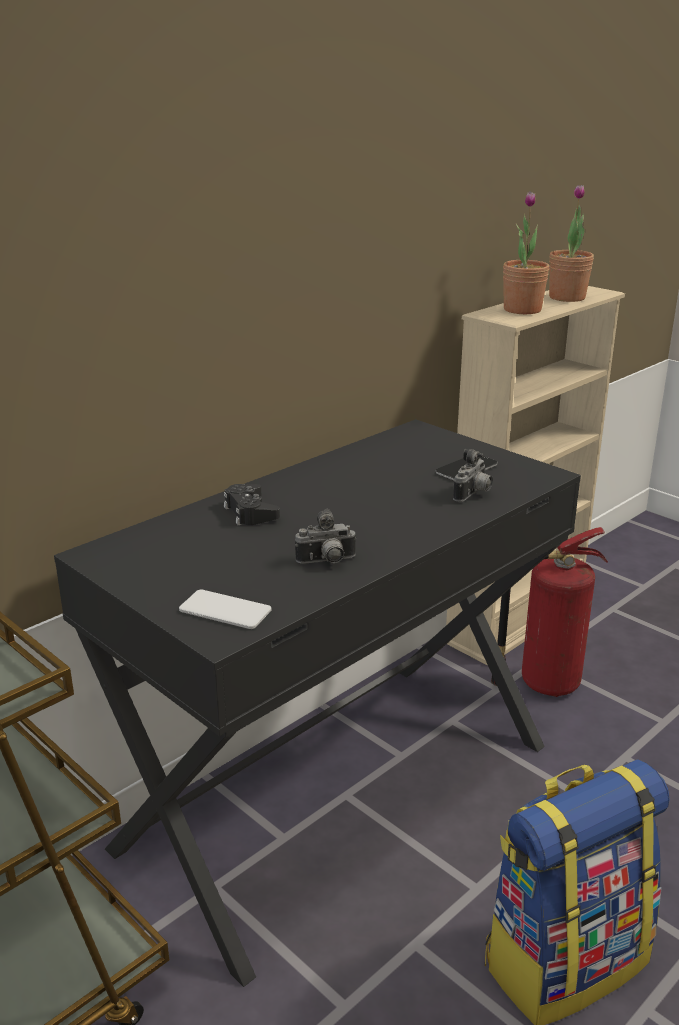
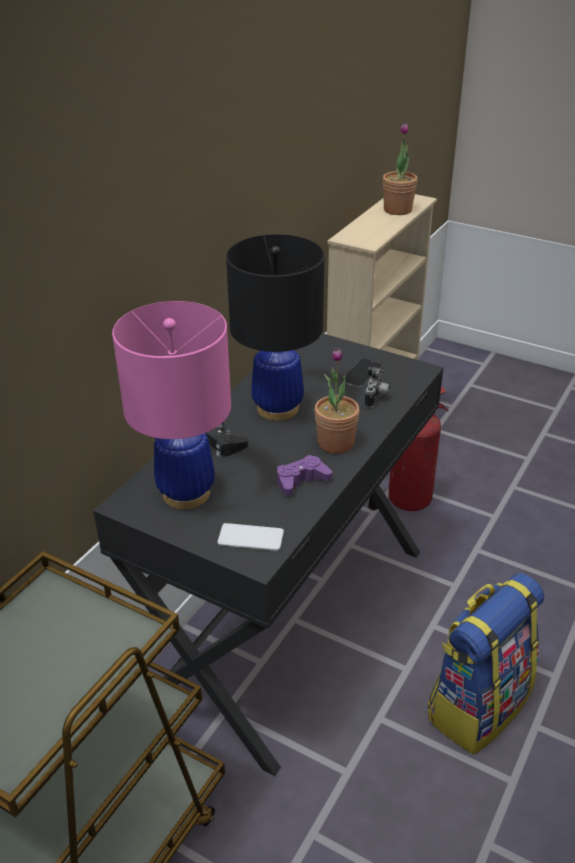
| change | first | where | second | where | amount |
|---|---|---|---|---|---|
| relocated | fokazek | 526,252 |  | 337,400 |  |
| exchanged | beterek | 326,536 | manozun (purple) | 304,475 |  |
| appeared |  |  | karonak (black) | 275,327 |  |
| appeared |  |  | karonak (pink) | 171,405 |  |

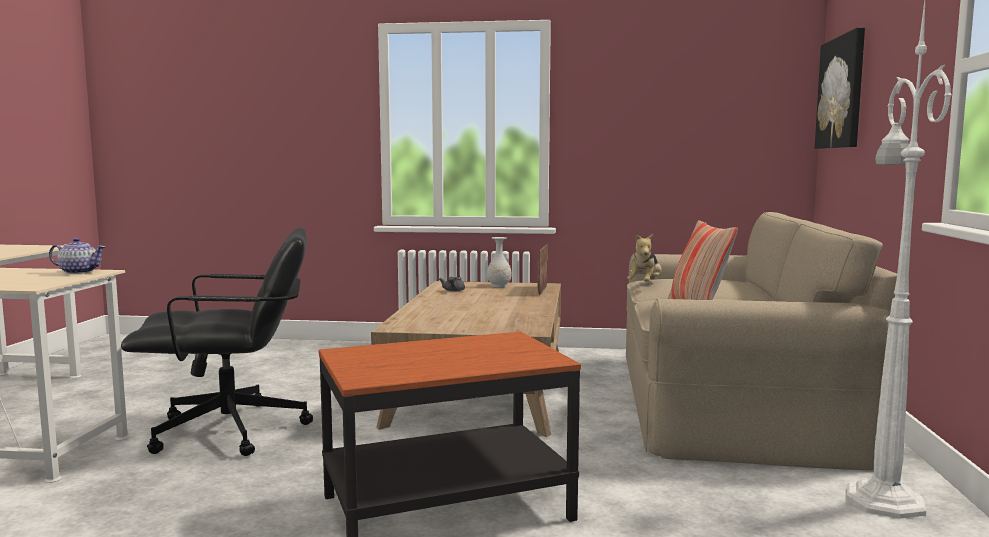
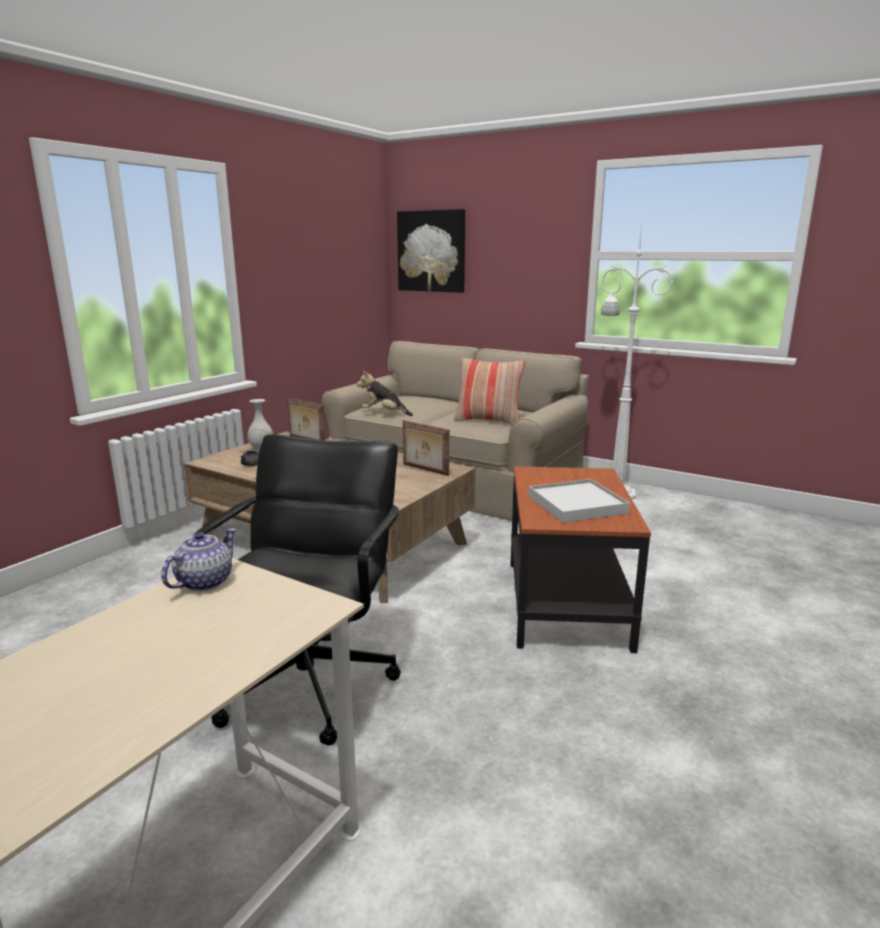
| change | first | where | second | where | amount |
|---|---|---|---|---|---|
| spun | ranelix | 644,258 |  | 385,393 | 150 degrees clockwise |
| appeared |  |  | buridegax | 426,448 |  |
| appeared |  |  | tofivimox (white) | 579,501 |  |

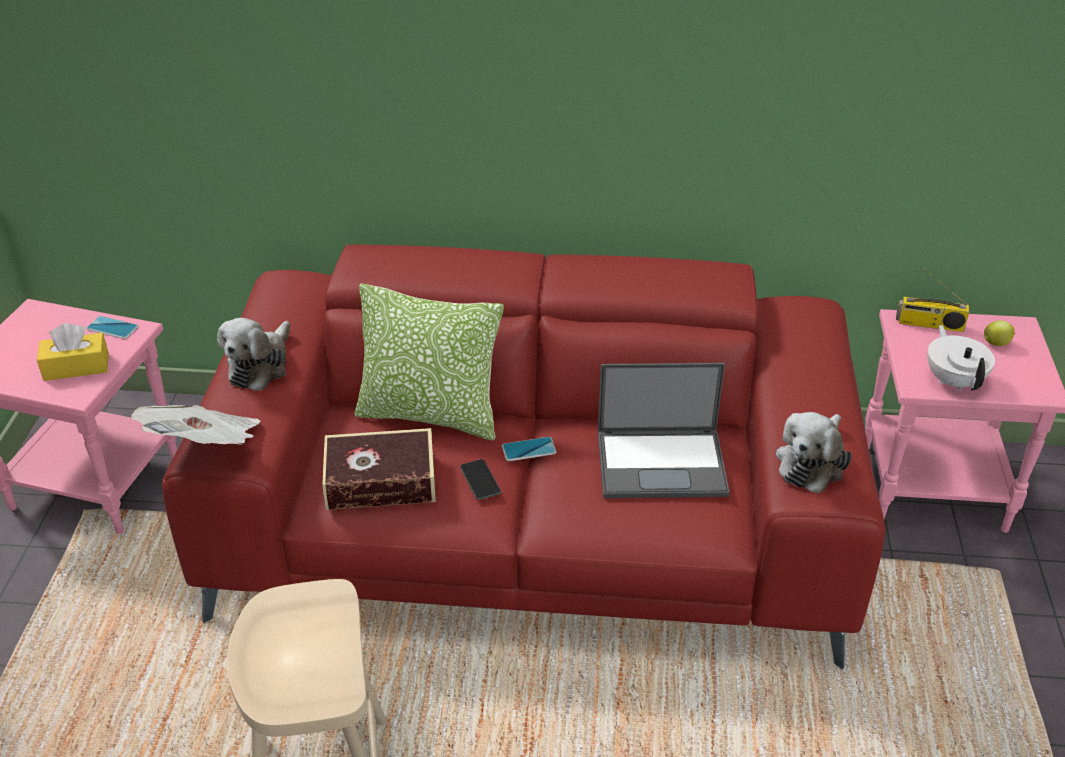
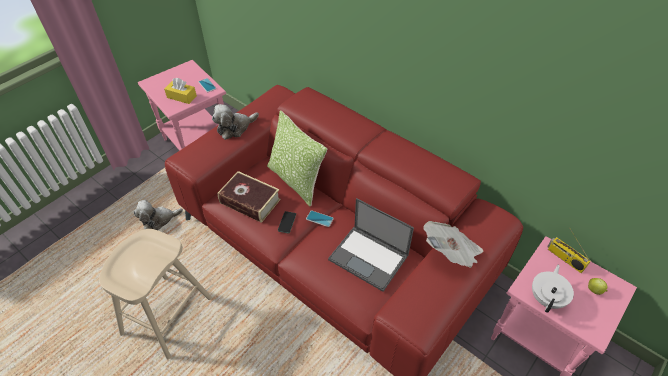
| change | first | where | second | where | amount |
|---|---|---|---|---|---|
| relocated | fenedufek | 196,424 |  | 453,244 |  |
| relocated | ranelix | 814,452 |  | 158,215 |  |

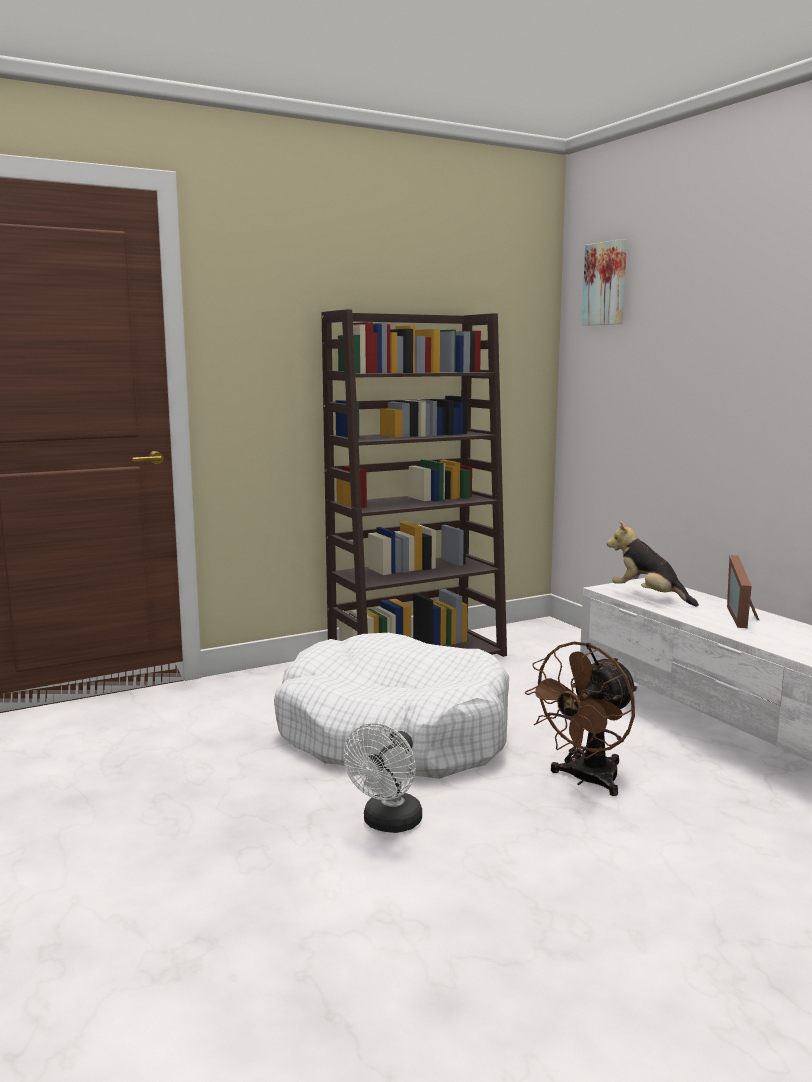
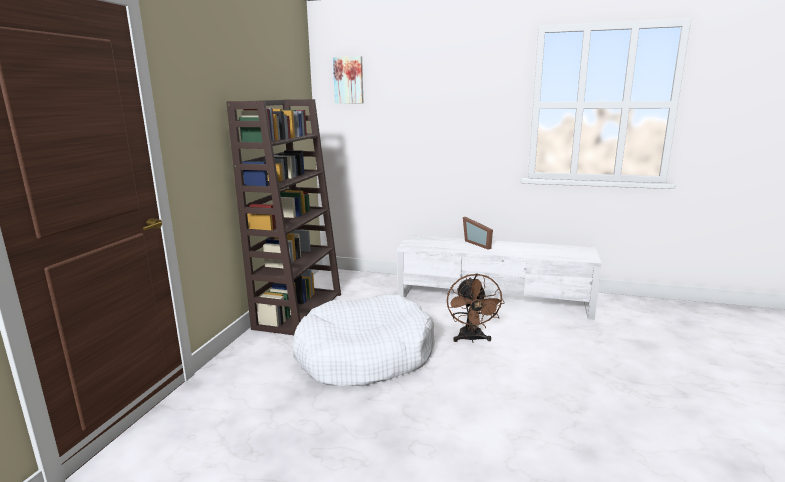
| change | first | where | second | where | amount |
|---|---|---|---|---|---|
| missing | ranelix | 653,564 |  |  |  |
| missing | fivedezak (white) | 382,778 |  |  |  |

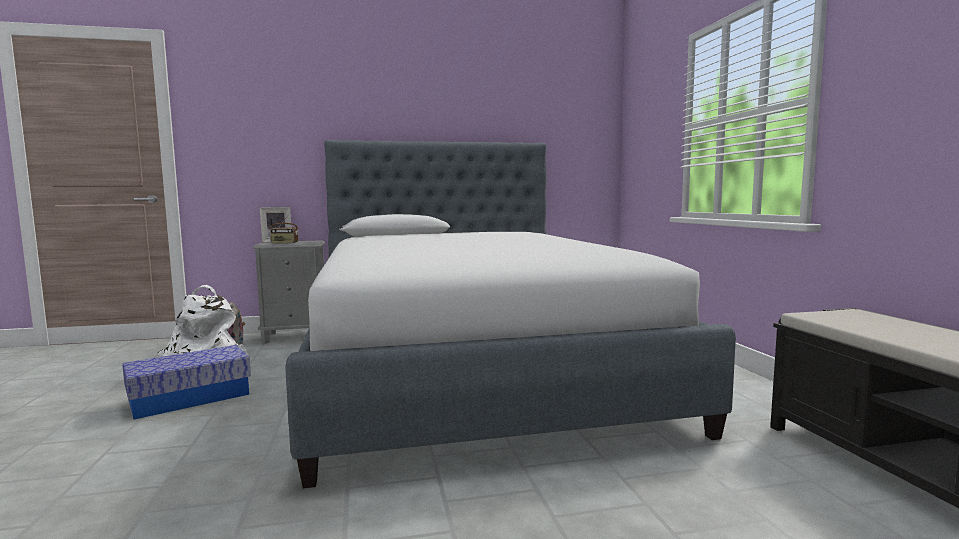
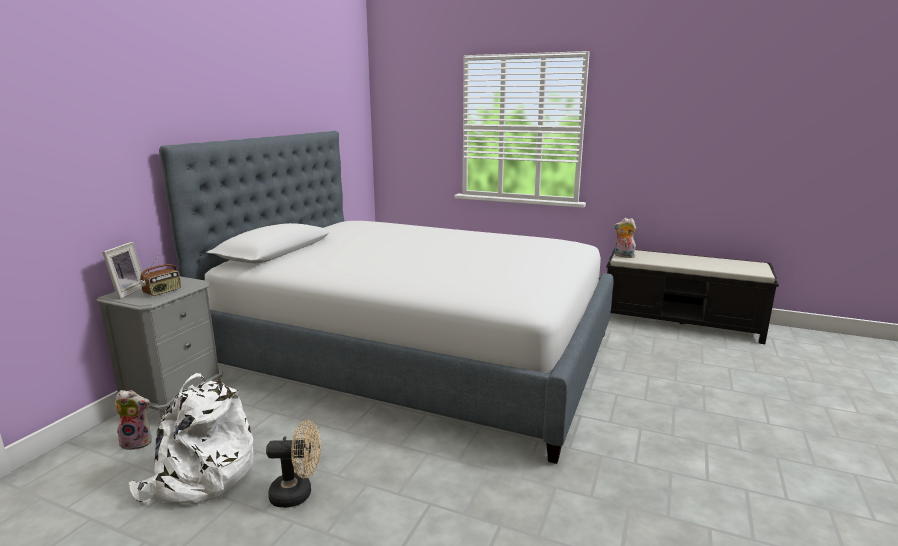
| change | first | where | second | where | amount |
|---|---|---|---|---|---|
| exchanged | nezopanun | 186,382 | fivedezak (beige) | 293,464 |  |
| appeared |  |  | ranelix | 625,238 |  |

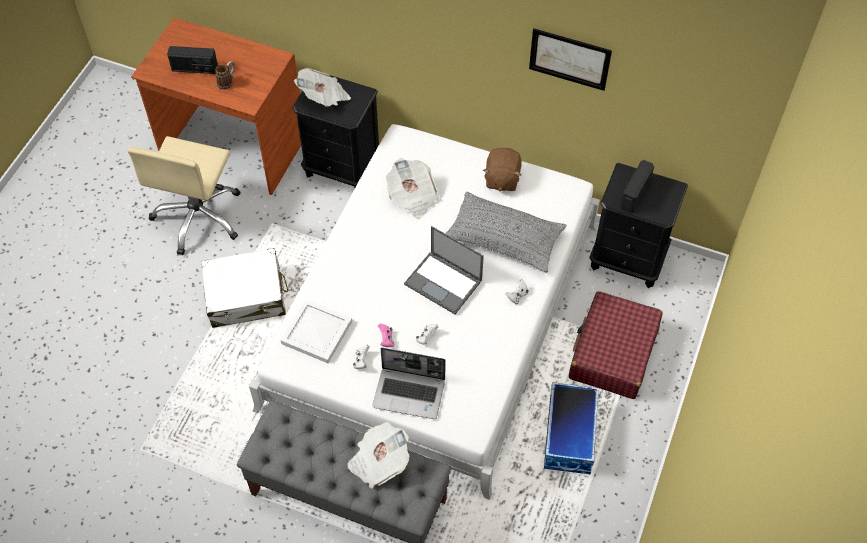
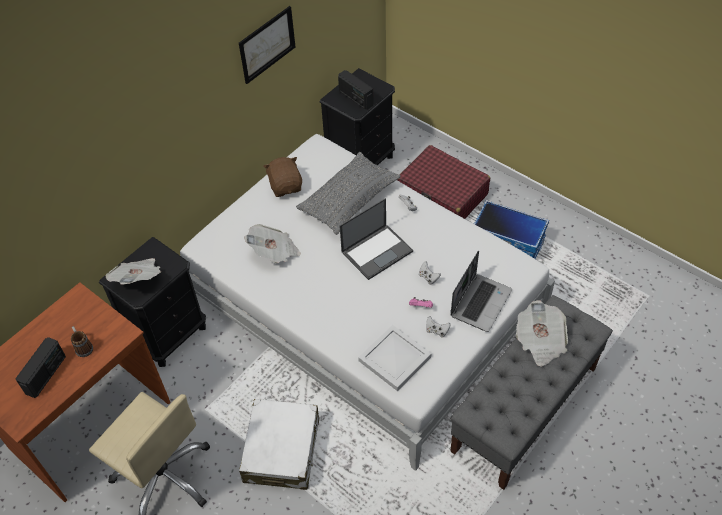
| change | first | where | second | where | amount |
|---|---|---|---|---|---|
| spun | ranelix (brown) | 502,169 |  | 282,177 | 135 degrees counterclockwise |

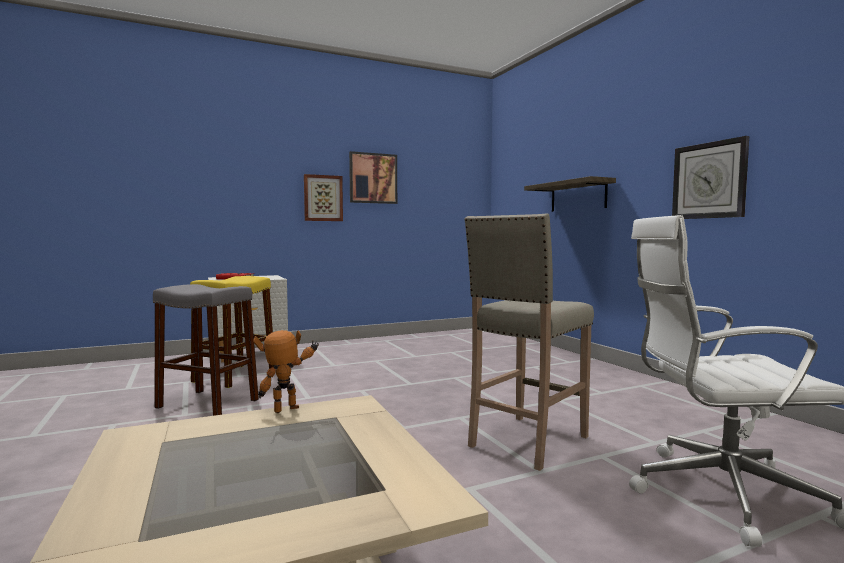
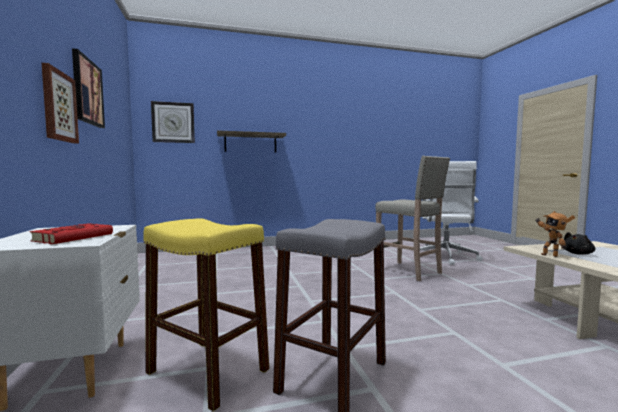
| change | first | where | second | where | amount |
|---|---|---|---|---|---|
| relocated | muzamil | 710,177 |  | 173,122 |  |
| appeared |  |  | ranelix (black) | 579,243 |  |

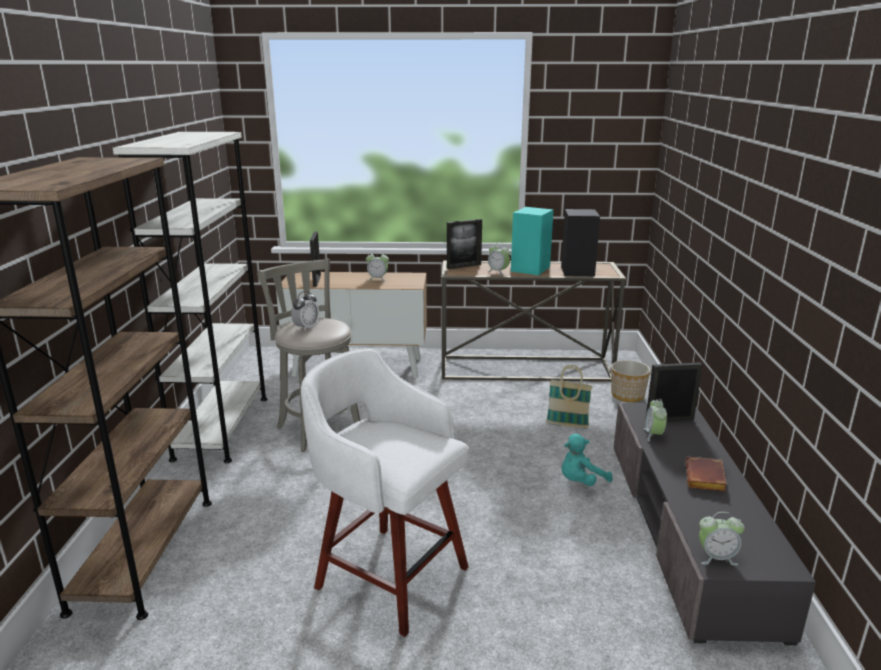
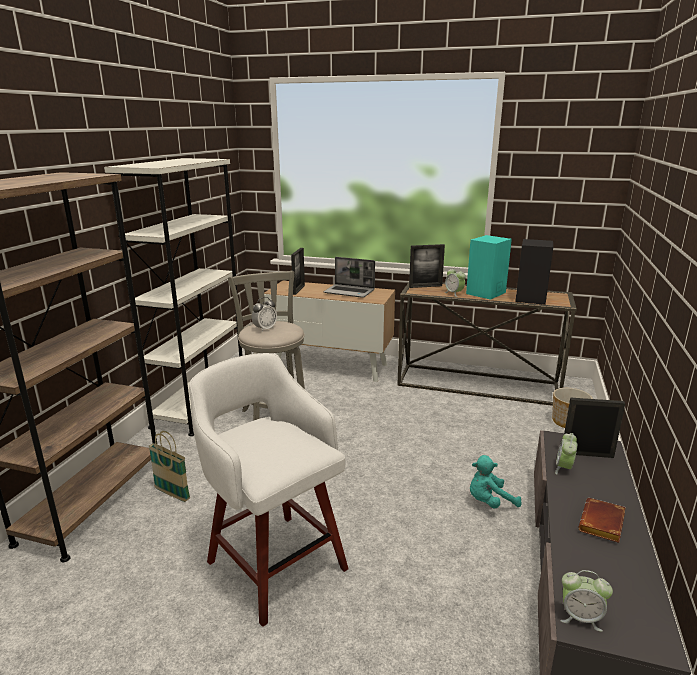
| change | first | where | second | where | amount |
|---|---|---|---|---|---|
| exchanged | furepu | 377,267 | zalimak | 349,277 |  |
| relocated | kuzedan | 569,396 |  | 169,466 |  |

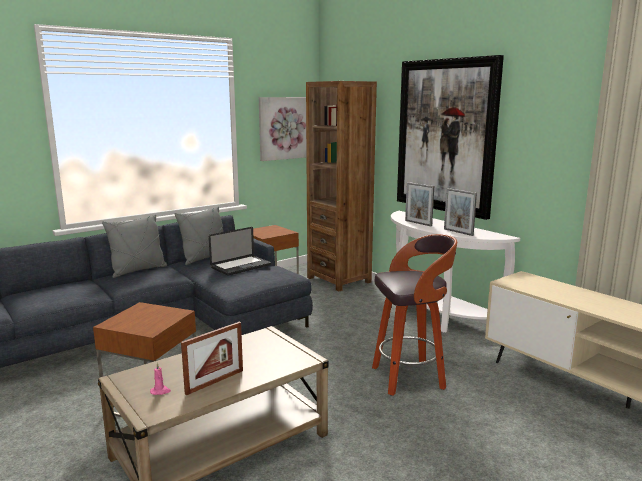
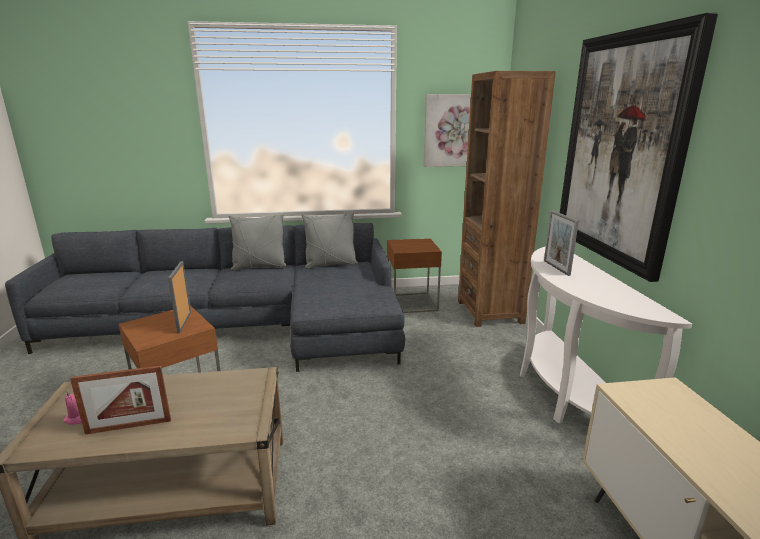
| change | first | where | second | where | amount |
|---|---|---|---|---|---|
| relocated | buridegax | 460,212 |  | 179,297 |  |
| missing | zalimak | 240,251 |  |  |  |
| missing | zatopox | 414,315 |  |  |  |

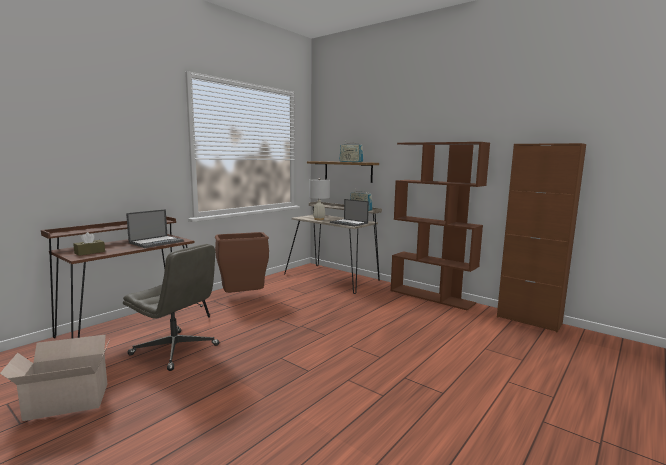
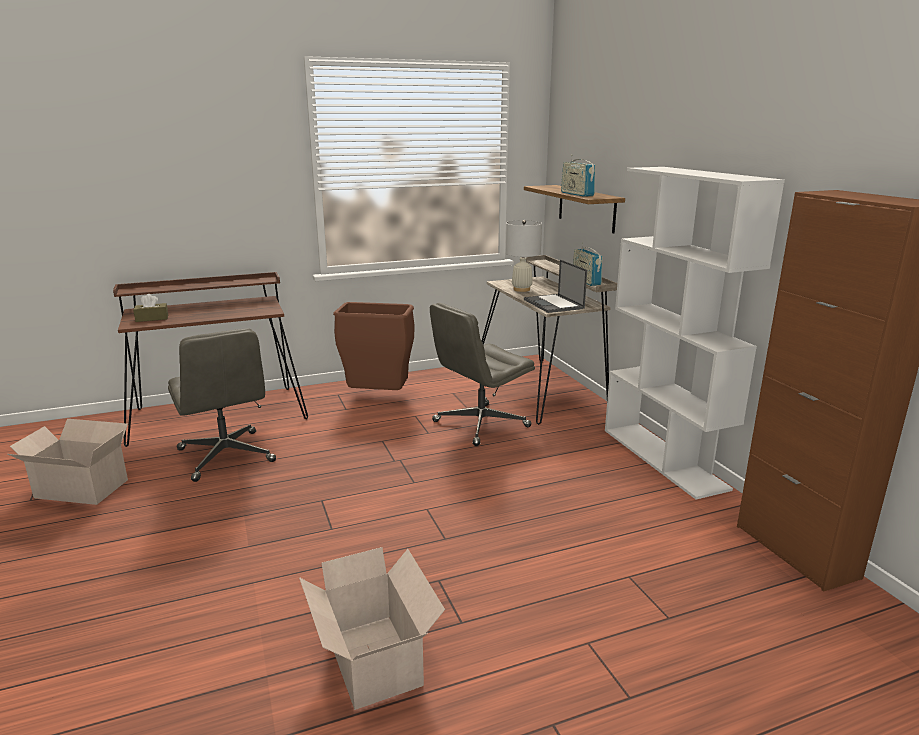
| change | first | where | second | where | amount |
|---|---|---|---|---|---|
| colour | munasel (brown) | 440,226 | munasel (white) | 695,333 |  |
| missing | zalimak | 155,228 |  |  |  |
| appeared |  |  | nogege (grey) | 482,374 |  |
| appeared |  |  | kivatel | 372,628 |  |

